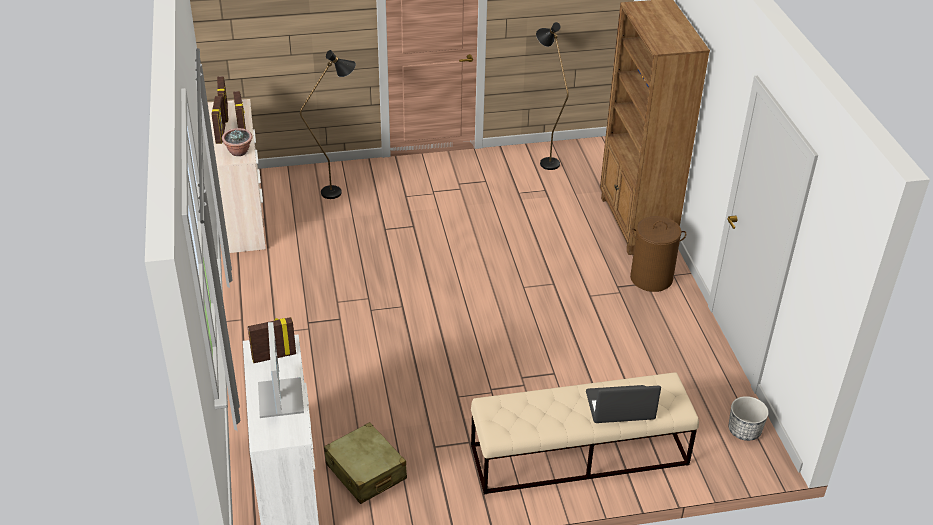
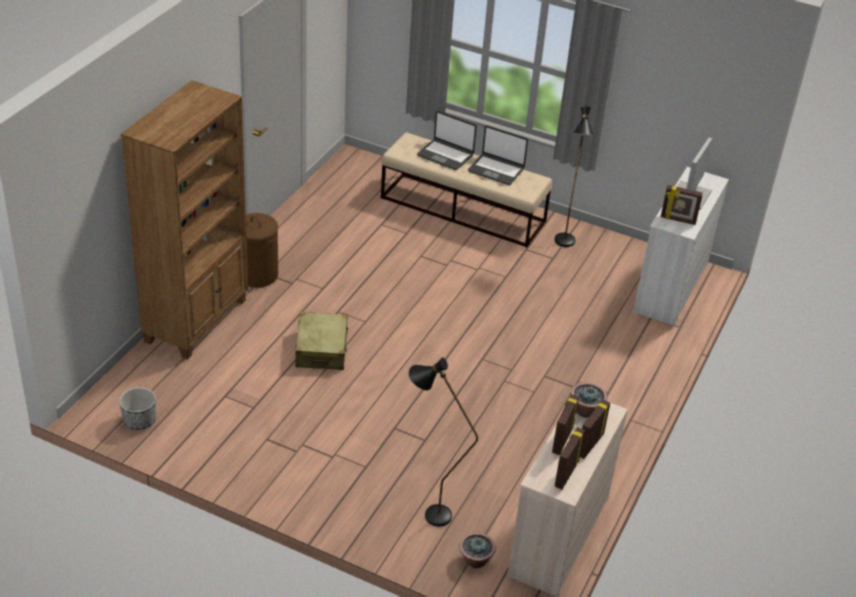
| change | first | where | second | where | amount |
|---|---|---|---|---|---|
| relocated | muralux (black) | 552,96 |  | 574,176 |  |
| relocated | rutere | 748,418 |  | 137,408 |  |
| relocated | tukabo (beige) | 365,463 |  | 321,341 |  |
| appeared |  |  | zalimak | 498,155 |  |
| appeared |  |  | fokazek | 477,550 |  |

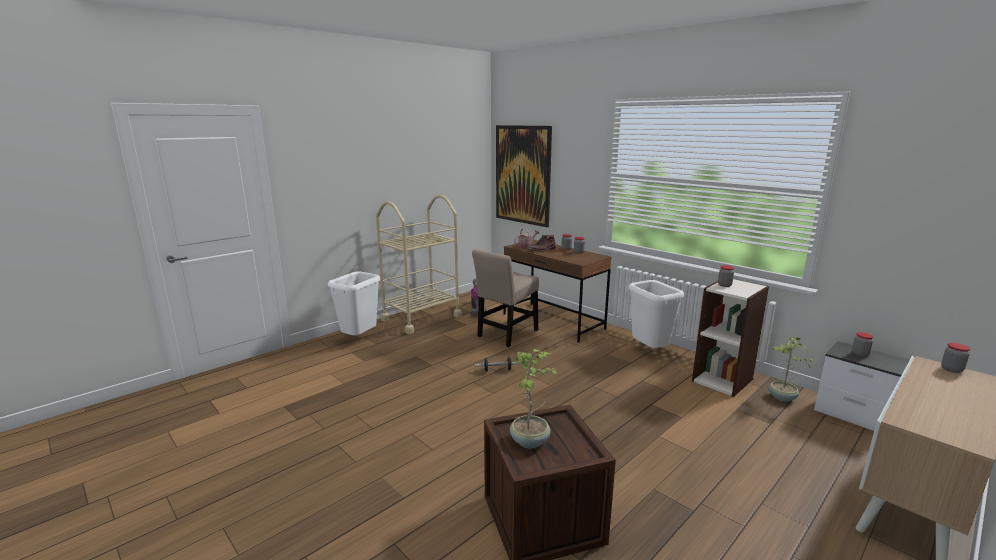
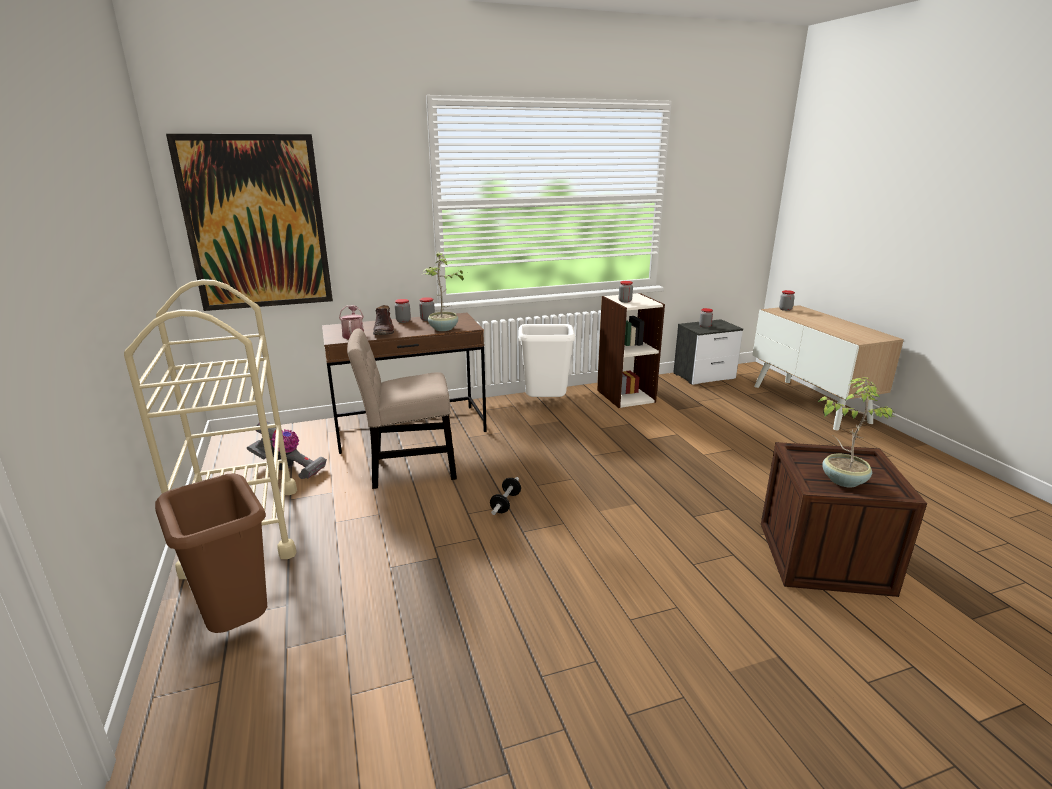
| change | first | where | second | where | amount |
|---|---|---|---|---|---|
| spun | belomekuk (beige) | 505,298 |  | 402,408 | 105 degrees clockwise |
| colour | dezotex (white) | 354,303 | dezotex (brown) | 211,553 |  |
| relocated | fokazek | 791,369 |  | 443,291 |  |

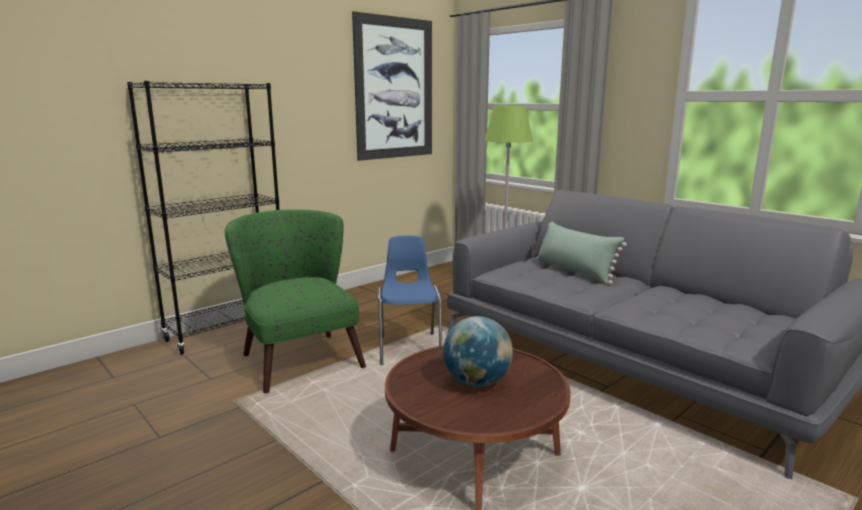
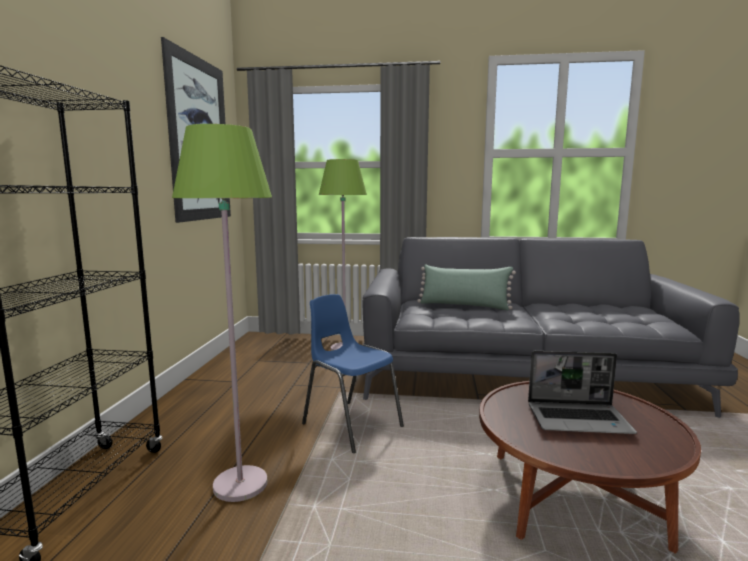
| change | first | where | second | where | amount |
|---|---|---|---|---|---|
| exchanged | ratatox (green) | 295,301 | muralux (green) | 222,313 |  |
| exchanged | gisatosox | 478,351 | zalimak | 582,392 |  |

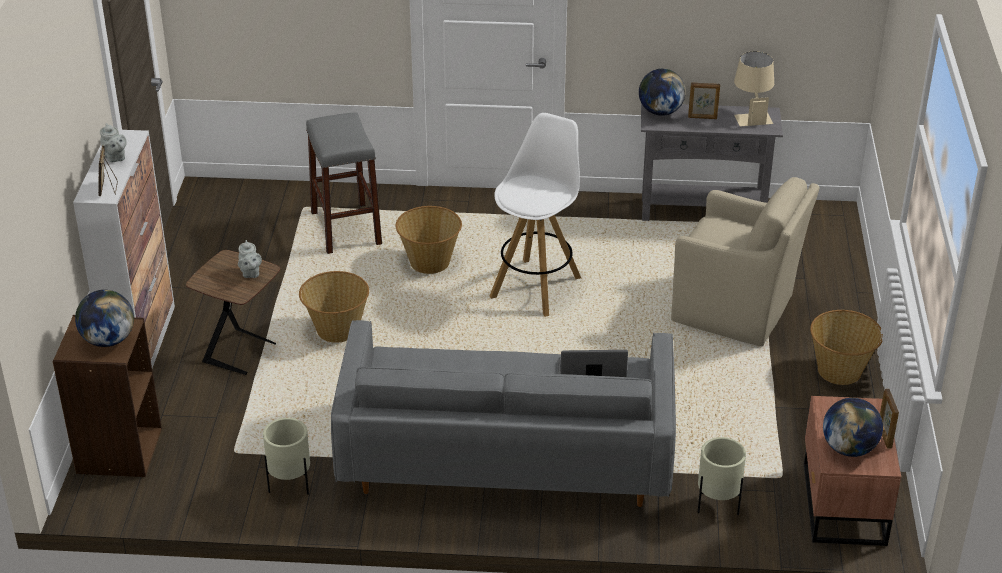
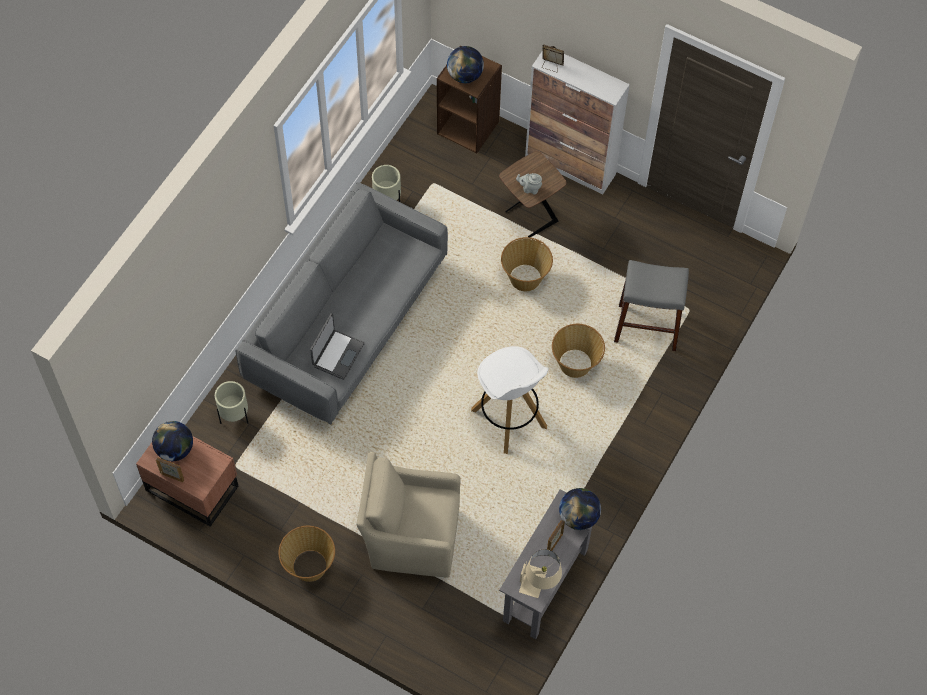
| change | first | where | second | where | amount |
|---|---|---|---|---|---|
| missing | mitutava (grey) | 113,142 |  |  |  |
| spun | ratatox (beige) | 745,261 |  | 409,514 | 45 degrees clockwise |

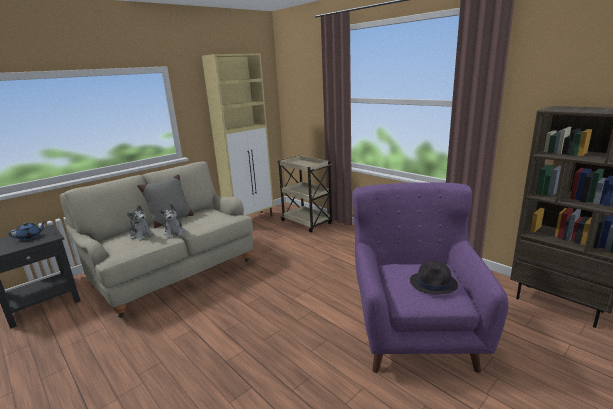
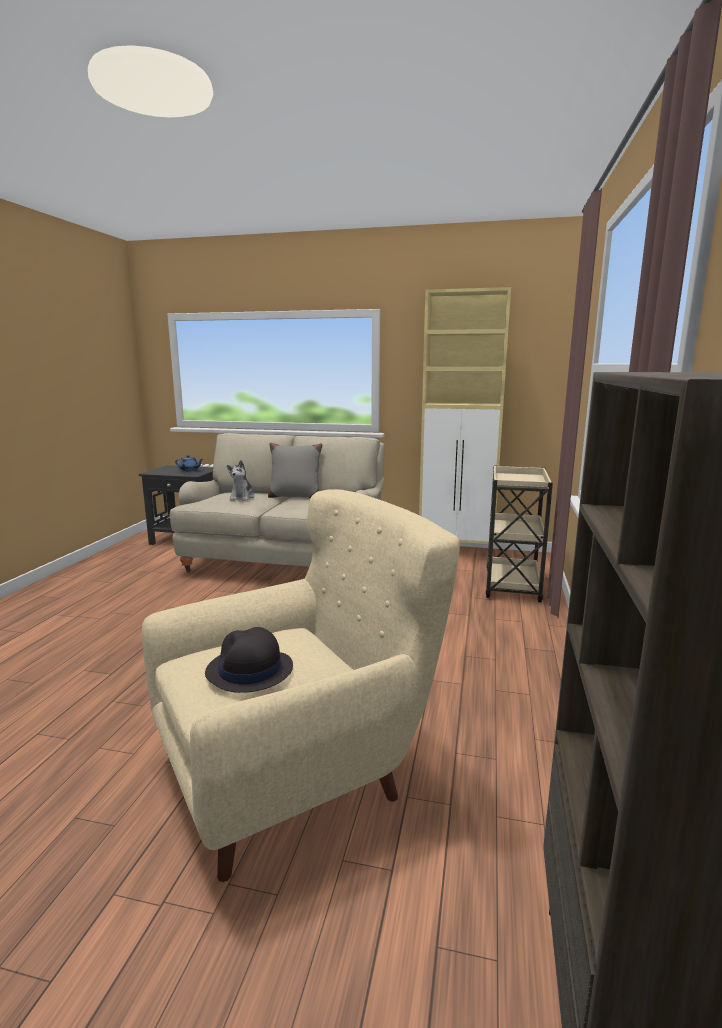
| change | first | where | second | where | amount |
|---|---|---|---|---|---|
| colour | ratatox (purple) | 430,277 | ratatox (beige) | 301,685 |  |
| missing | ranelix | 172,221 |  |  |  |

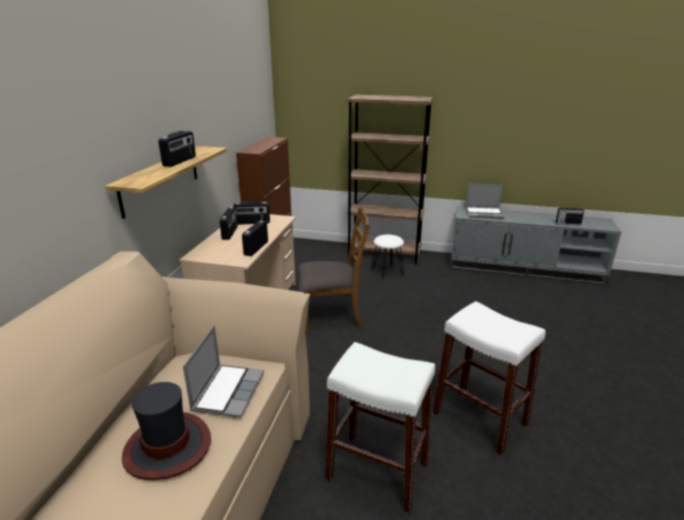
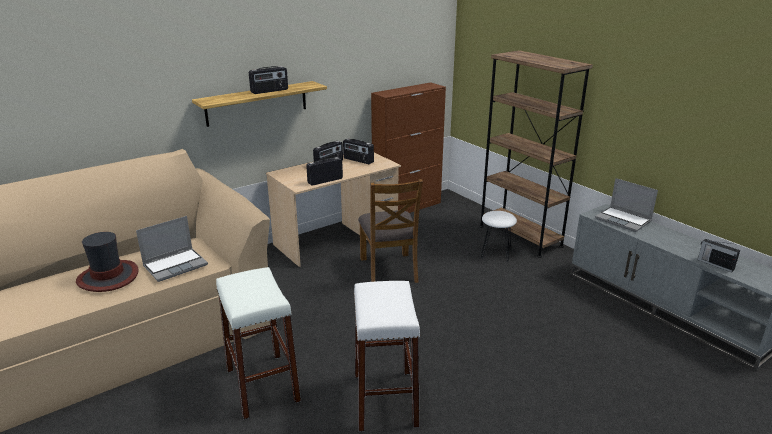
| change | first | where | second | where | amount |
|---|---|---|---|---|---|
| spun | belomekuk (brown) | 334,269 |  | 390,231 | 45 degrees clockwise |

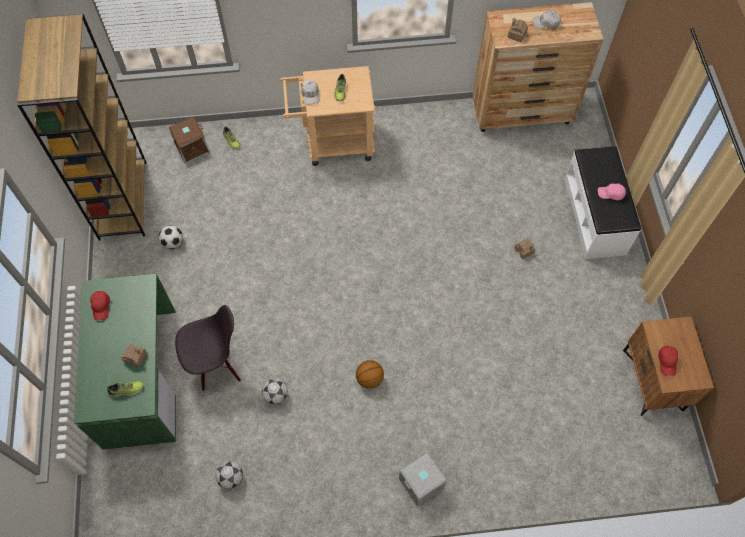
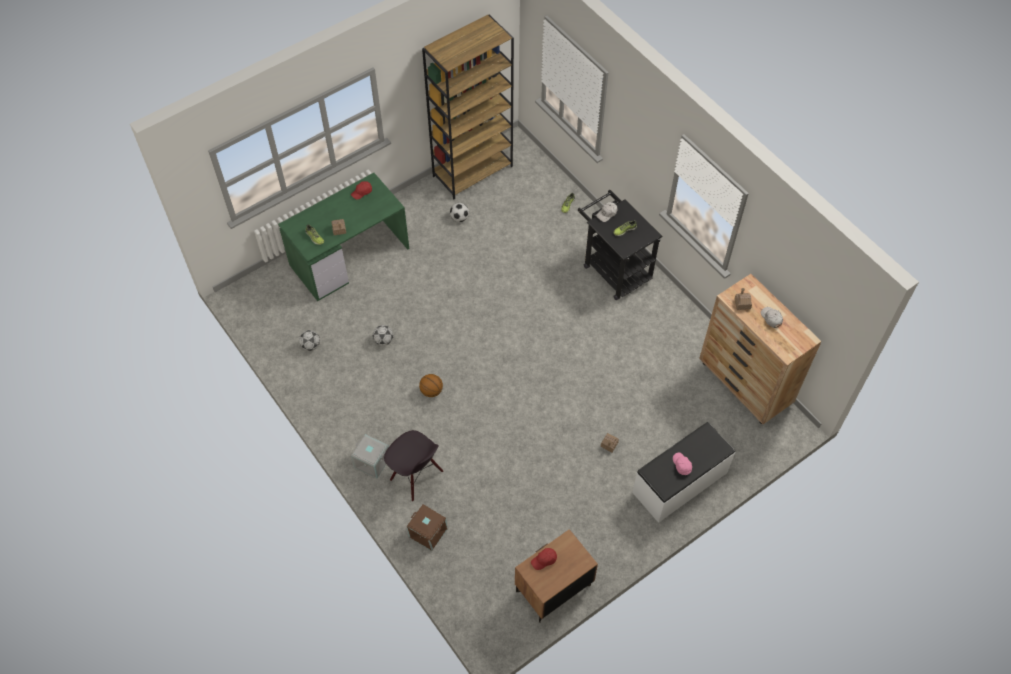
| change | first | where | second | where | amount |
|---|---|---|---|---|---|
| colour | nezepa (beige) | 328,116 | nezepa (black) | 620,245 |  |
| relocated | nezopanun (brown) | 189,140 |  | 427,527 |  |
| relocated | belomekuk (black) | 208,348 |  | 413,465 |  |

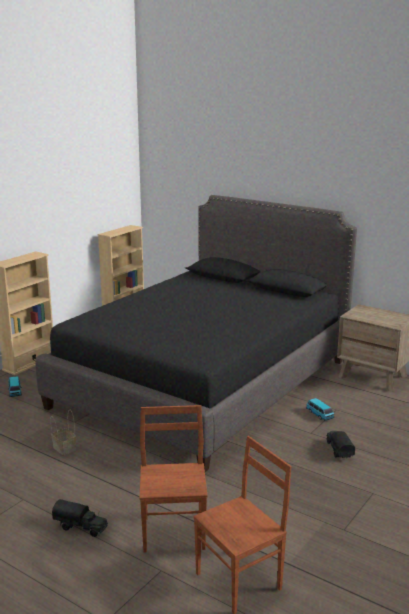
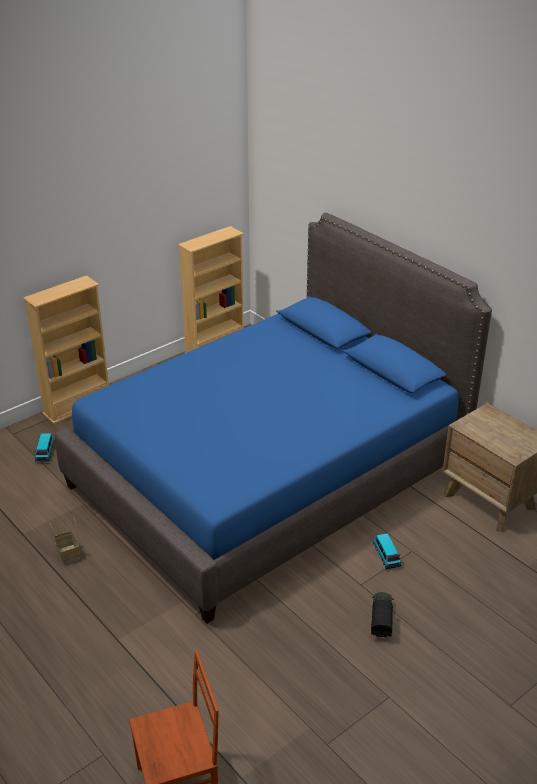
| change | first | where | second | where | amount |
|---|---|---|---|---|---|
| colour | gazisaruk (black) | 196,333 | gazisaruk (blue) | 273,418 |  |
| missing | belomekuk (brown) | 174,479 |  |  |  |
| missing | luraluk | 80,518 |  |  |  |

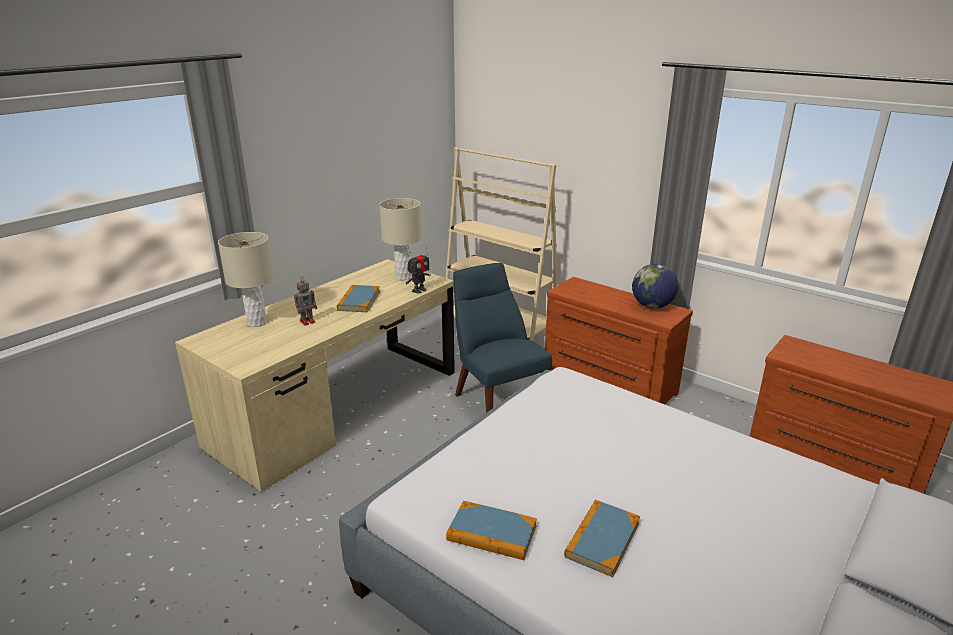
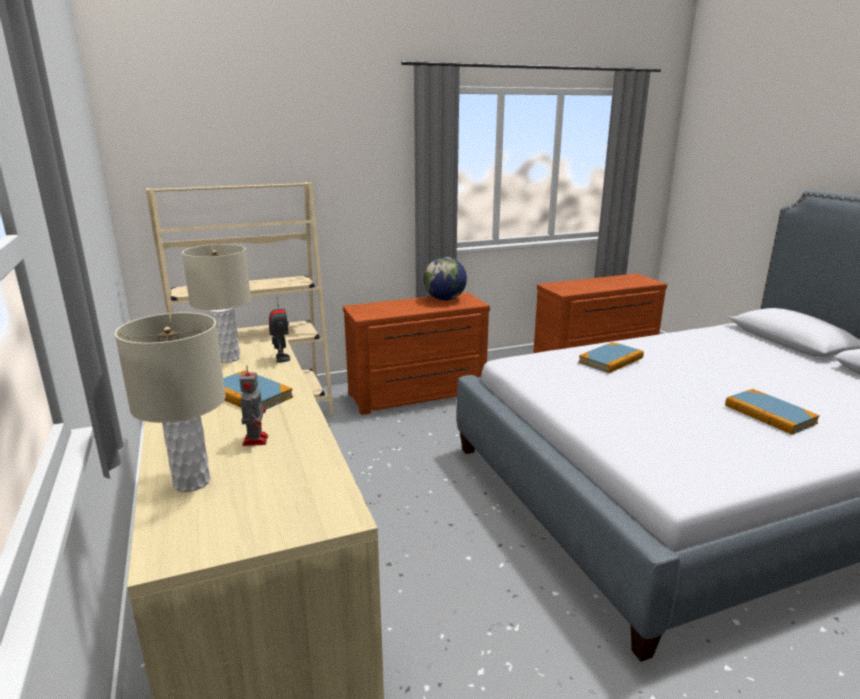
| change | first | where | second | where | amount |
|---|---|---|---|---|---|
| missing | belomekuk (blue) | 502,338 |  |  |  |
| relocated | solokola | 491,530 |  | 611,357 |  |

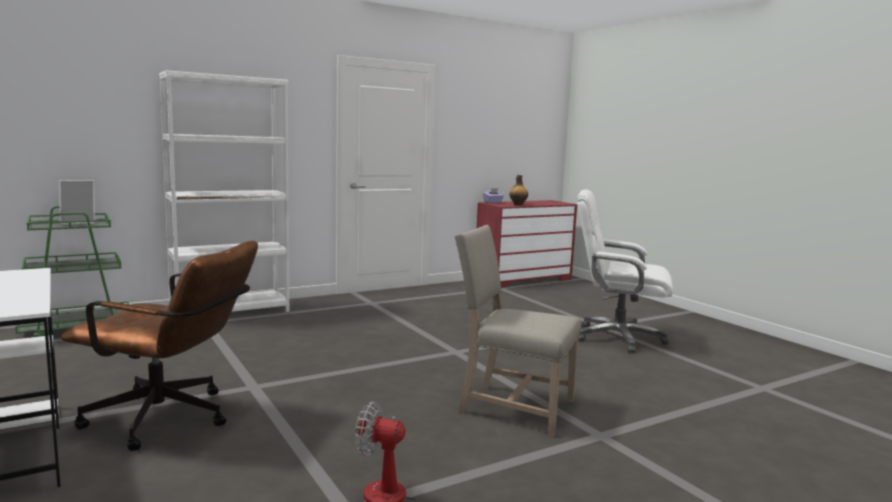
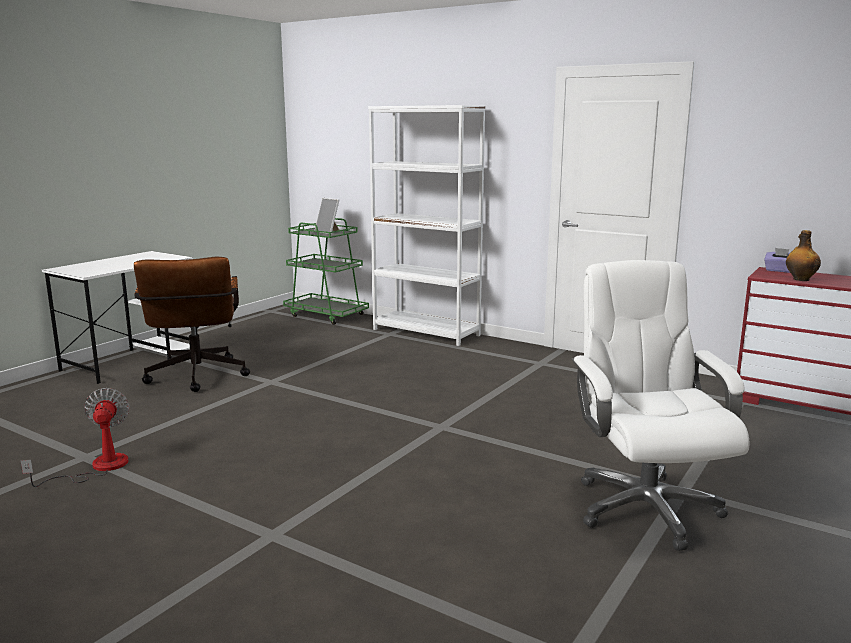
| change | first | where | second | where | amount |
|---|---|---|---|---|---|
| missing | belomekuk (beige) | 518,330 |  |  |  |

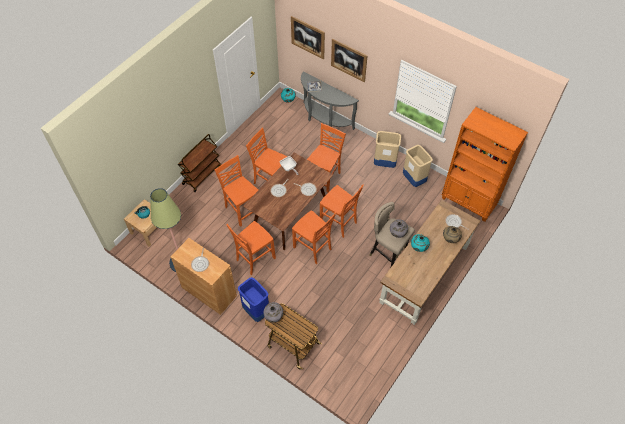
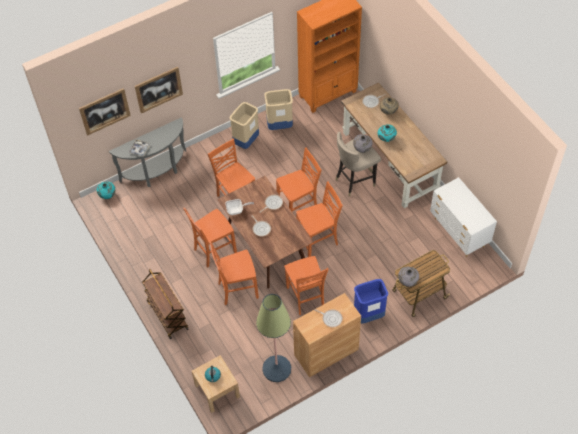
| change | first | where | second | where | amount |
|---|---|---|---|---|---|
| appeared |  |  | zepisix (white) | 463,217 |  |

